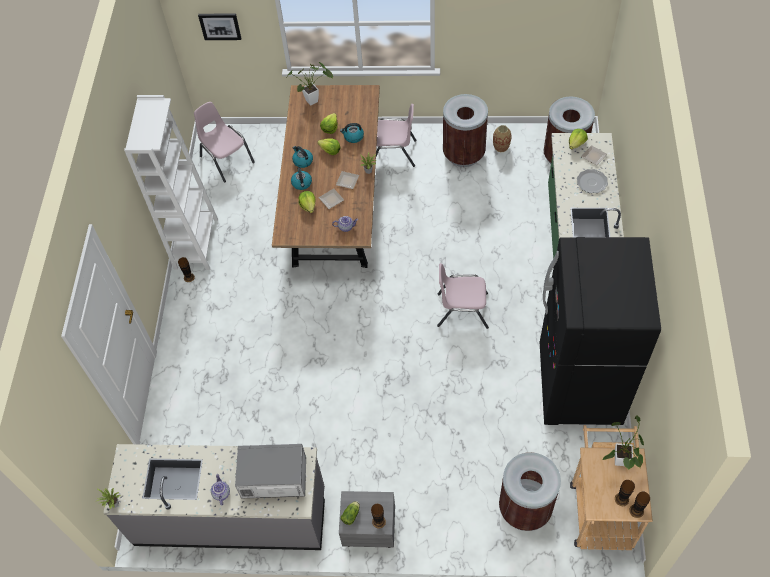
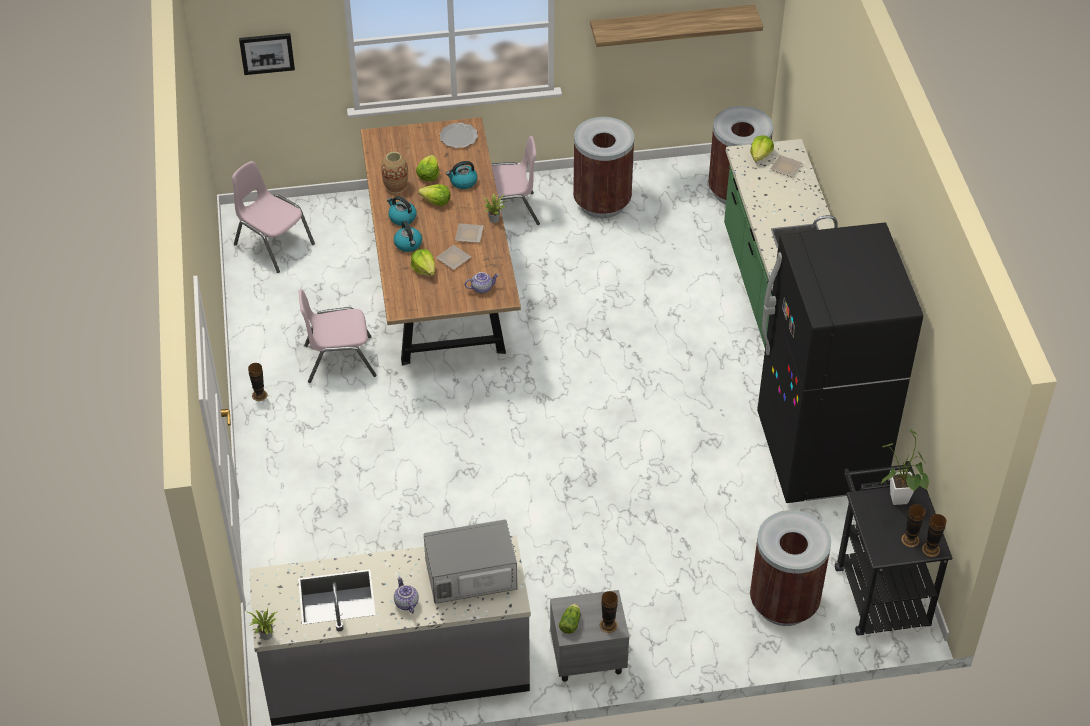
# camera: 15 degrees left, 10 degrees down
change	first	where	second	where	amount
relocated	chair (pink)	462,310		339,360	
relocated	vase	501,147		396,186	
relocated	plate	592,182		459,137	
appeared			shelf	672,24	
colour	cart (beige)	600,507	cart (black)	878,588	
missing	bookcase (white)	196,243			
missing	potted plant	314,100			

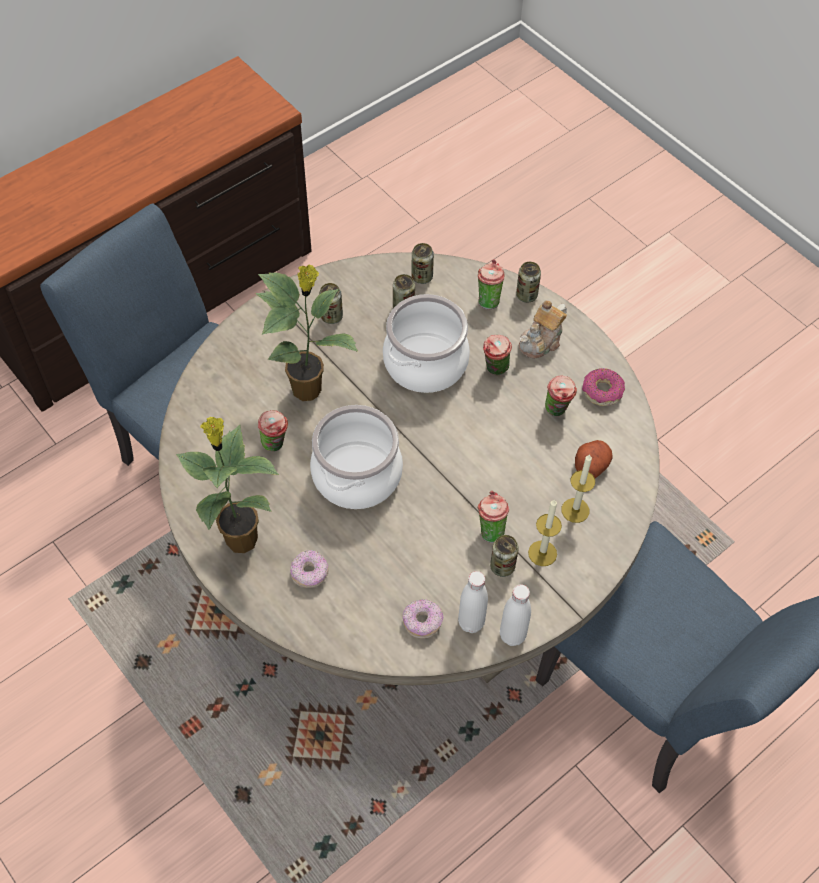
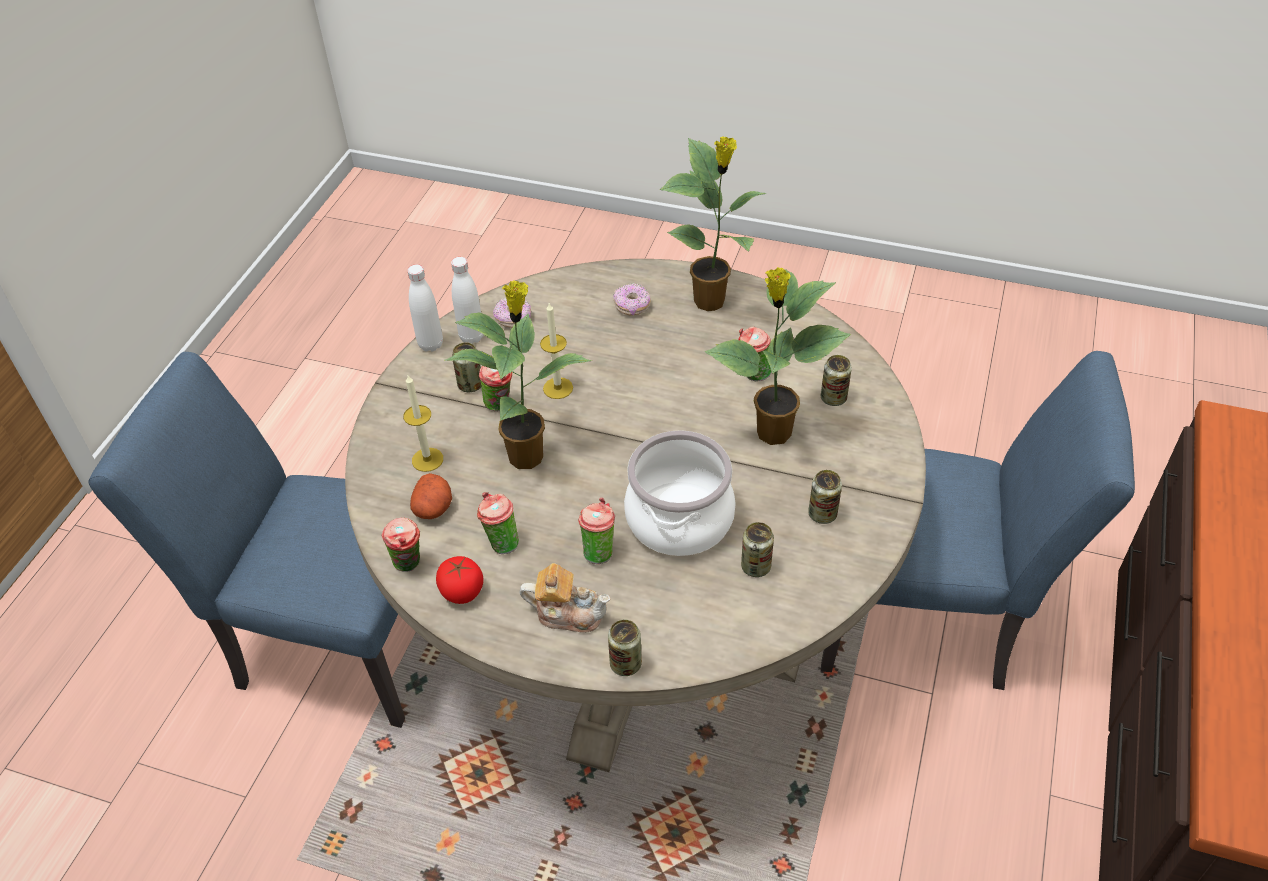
# camera: 150 degrees right, 10 degrees down
change	first	where	second	where	amount
relocated	cup	488,300		409,565	
exchanged	donut	602,391	tomato	462,591	
appeared			potted plant	528,455	
spun	teapot	541,341		568,613	90 degrees clockwise
relocated	candle	542,553		558,388	
relocated	can	422,277		833,398	
missing	cooking pot	356,474			

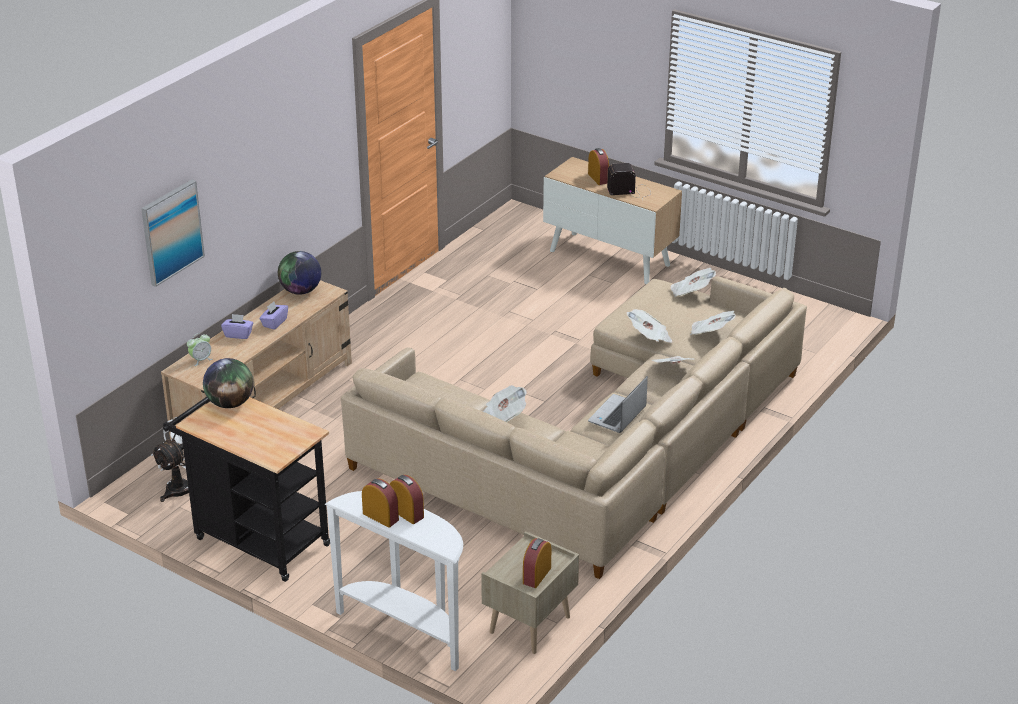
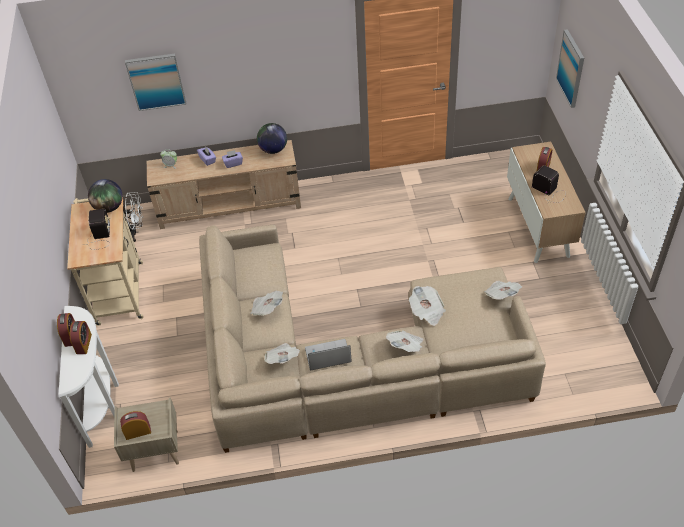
# camera: 50 degrees right, 15 degrees up
change	first	where	second	where	amount
colour	cart (black)	255,539	cart (beige)	119,289	
appeared			radio	100,236	
relocated	newspaper	710,333		283,359	
appeared			picture	571,68	

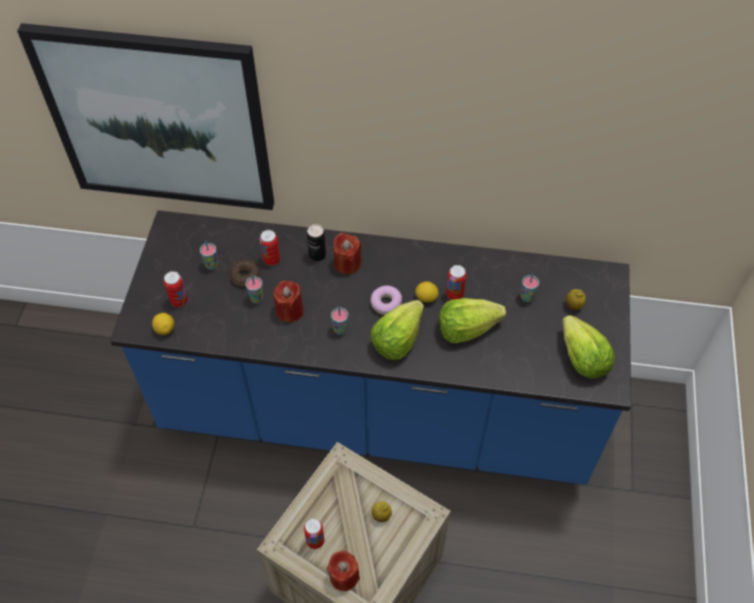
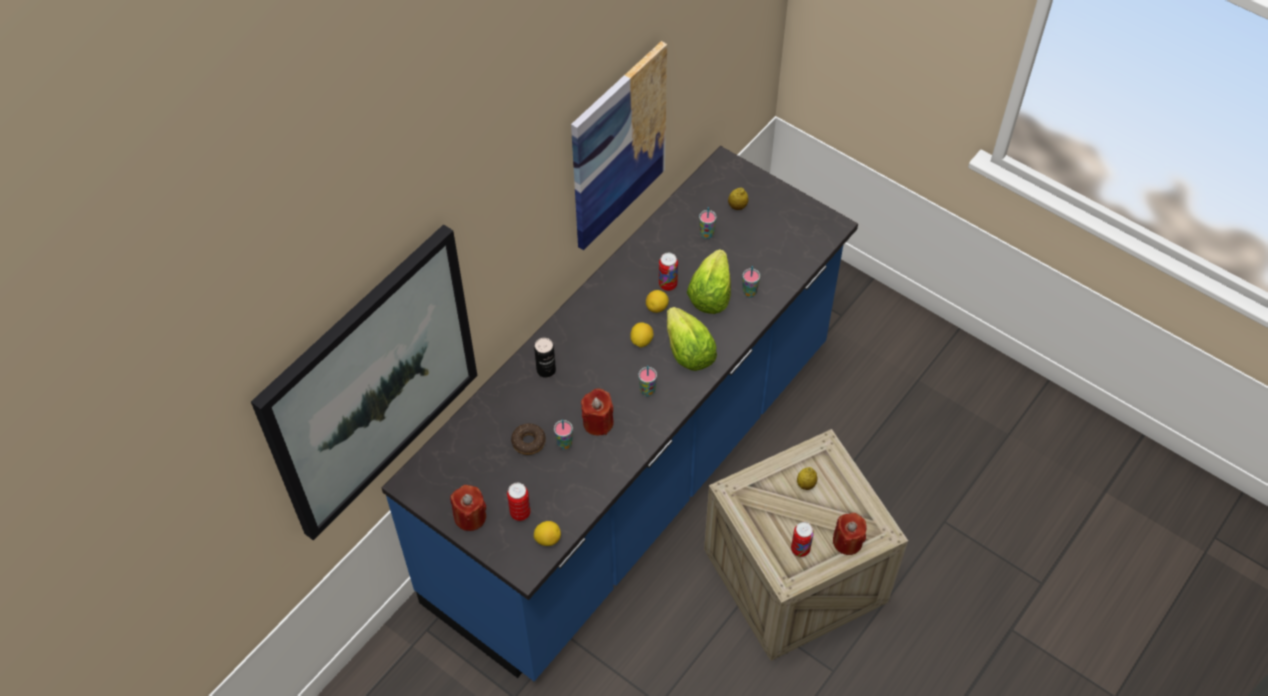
# camera: 60 degrees left, 0 degrees up
change	first	where	second	where	amount
relocated	candle (red)	347,263		470,517	
appeared			picture	618,147	
exchanged	donut	386,303	lemon	641,341	
relocated	cup	212,265		749,292	
missing	can	271,260			
missing	lettuce	582,359			

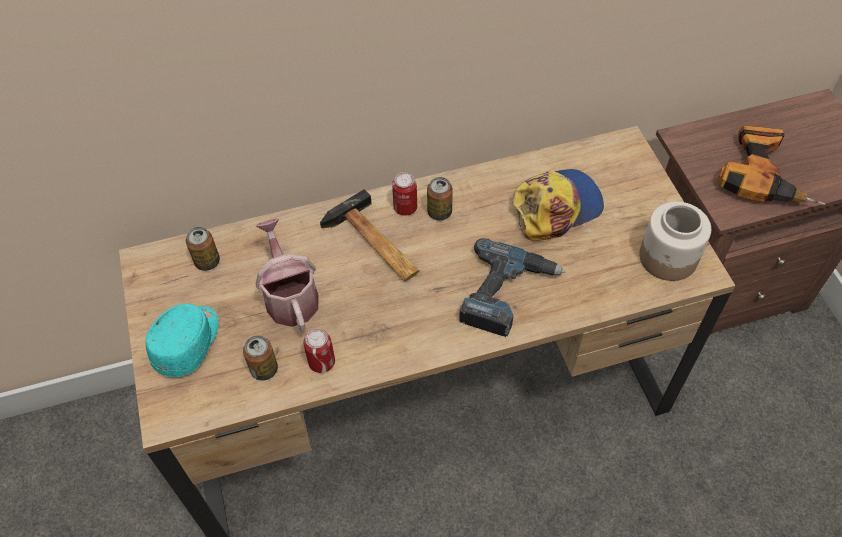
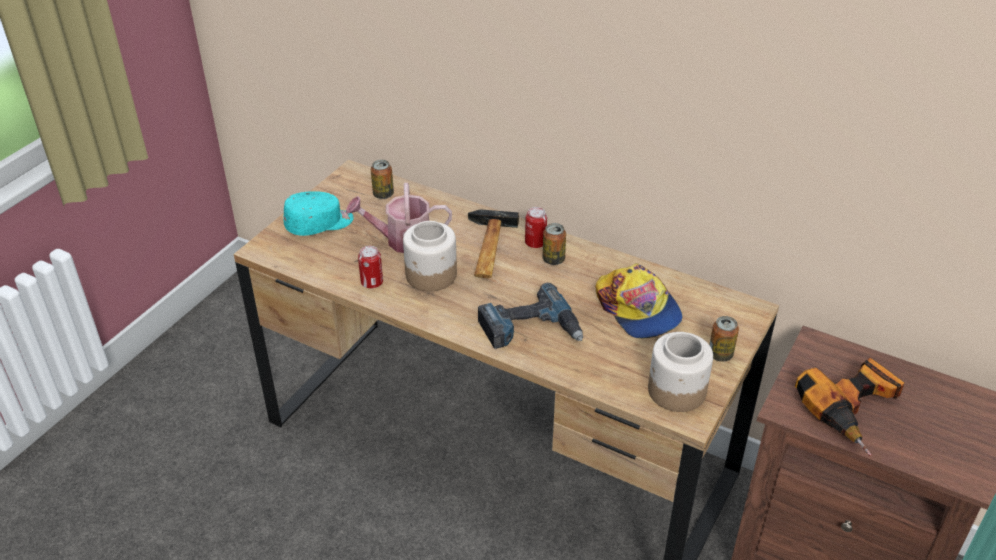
# camera: 45 degrees right, 15 degrees down
change	first	where	second	where	amount
spun	watering can	290,296		402,240	120 degrees counterclockwise
appeared			jar	431,275	
spun	cap	556,207		638,309	45 degrees clockwise
relocated	can	264,369		720,355	

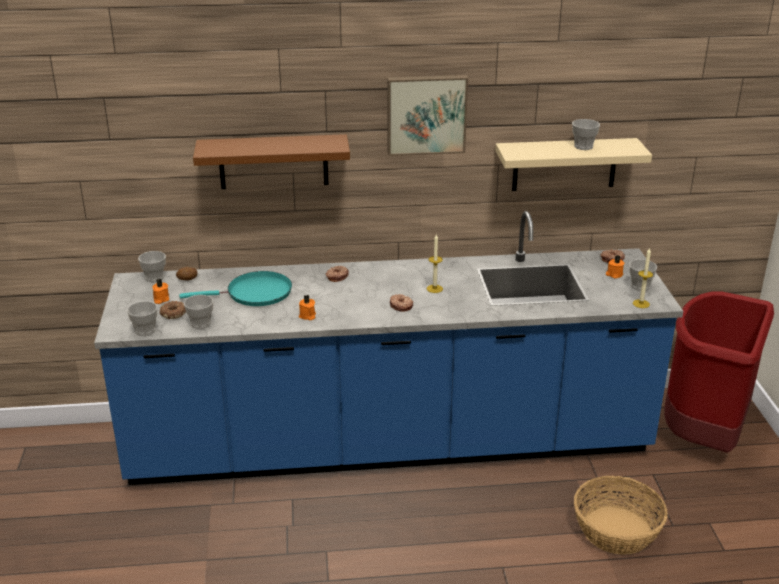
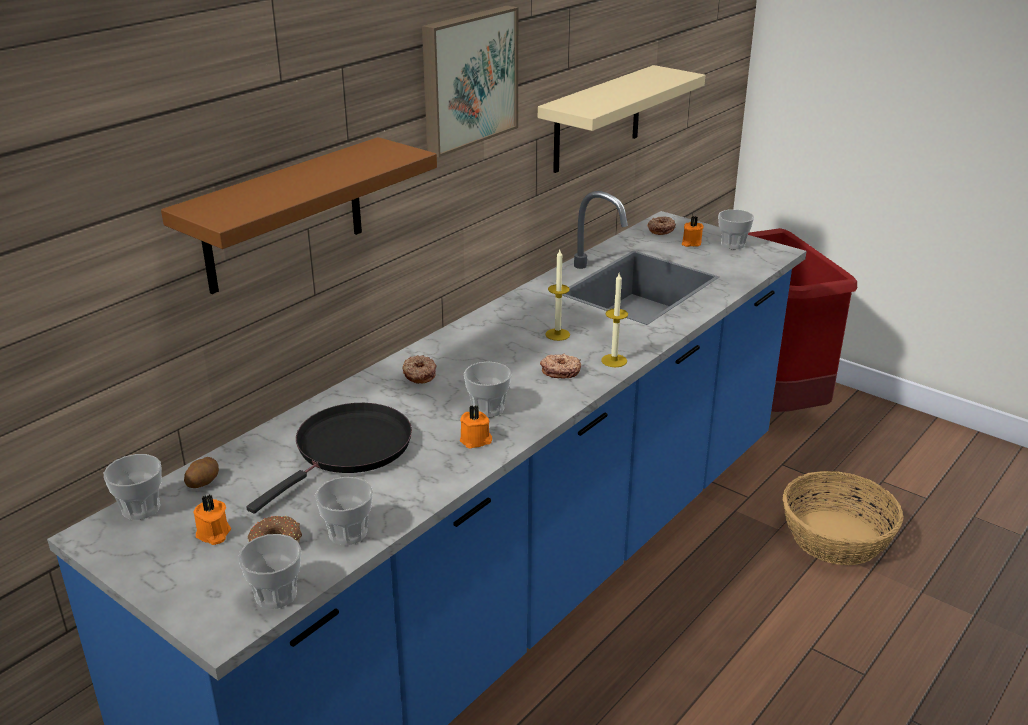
# camera: 45 degrees left, 0 degrees up
change	first	where	second	where	amount
colour	frying pan (turquoise)	255,293	frying pan (black)	349,449	
relocated	cup	583,146		488,409	
relocated	candle	641,304		614,360	

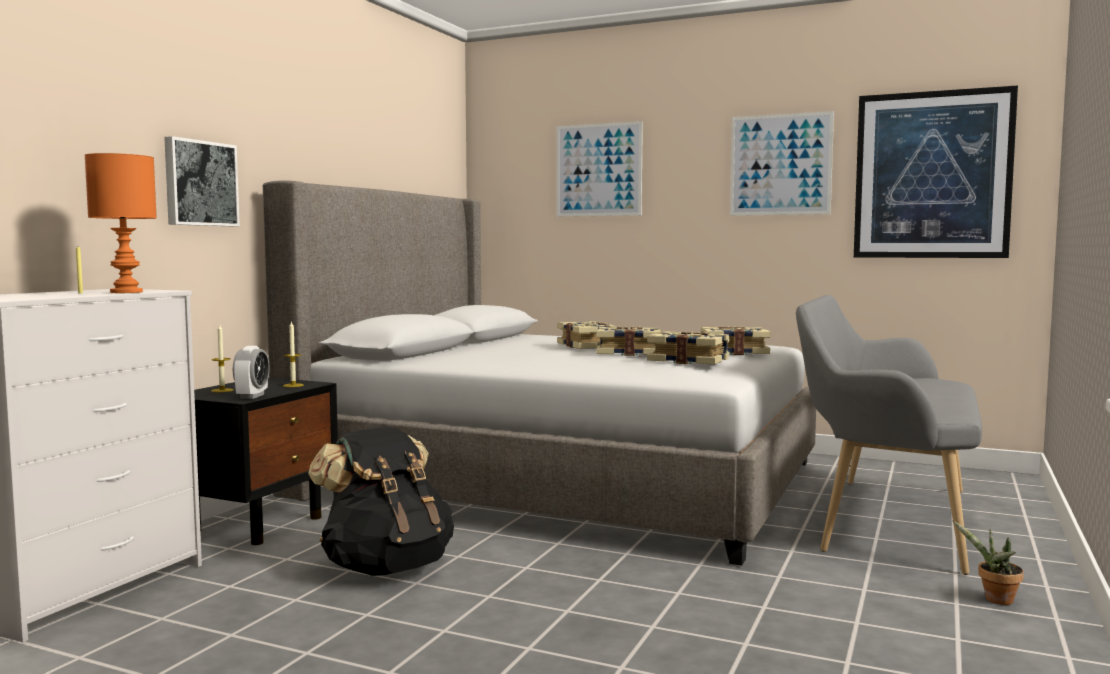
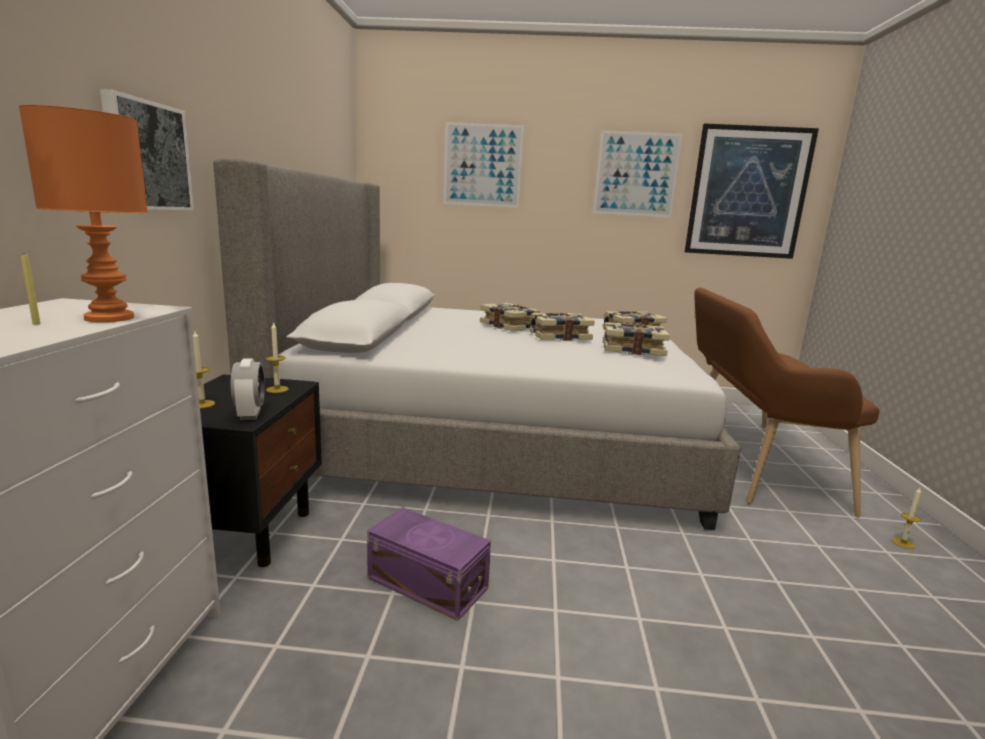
# camera: 20 degrees left, 10 degrees up
change	first	where	second	where	amount
exchanged	backpack (black)	386,567	storage box (purple)	427,581	
colour	bench (grey)	885,518	bench (brown)	749,460	
exchanged	potted plant	994,600	candle	903,543	

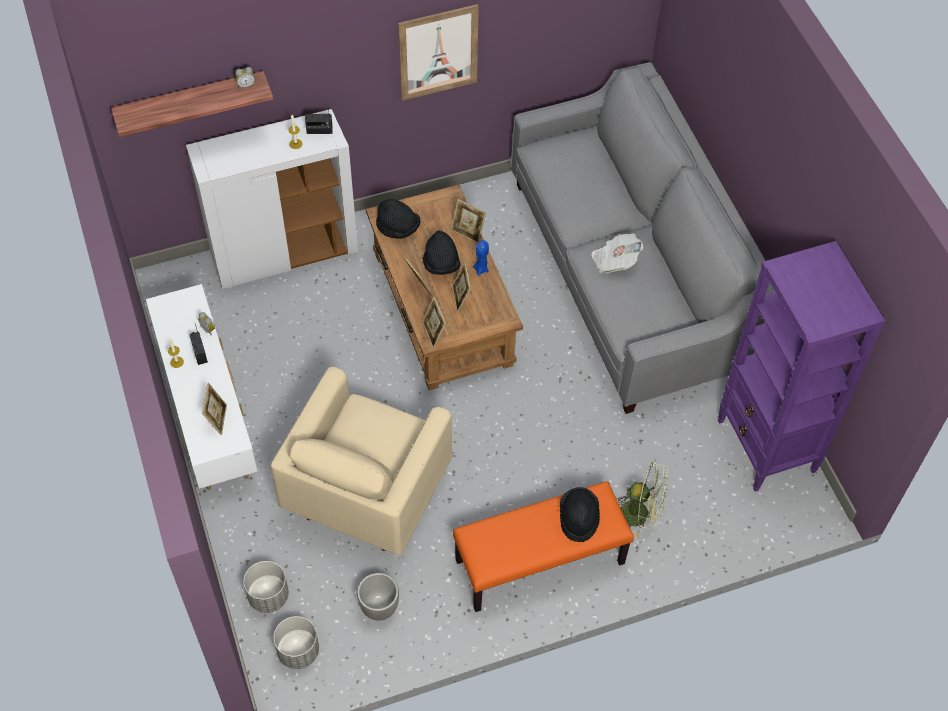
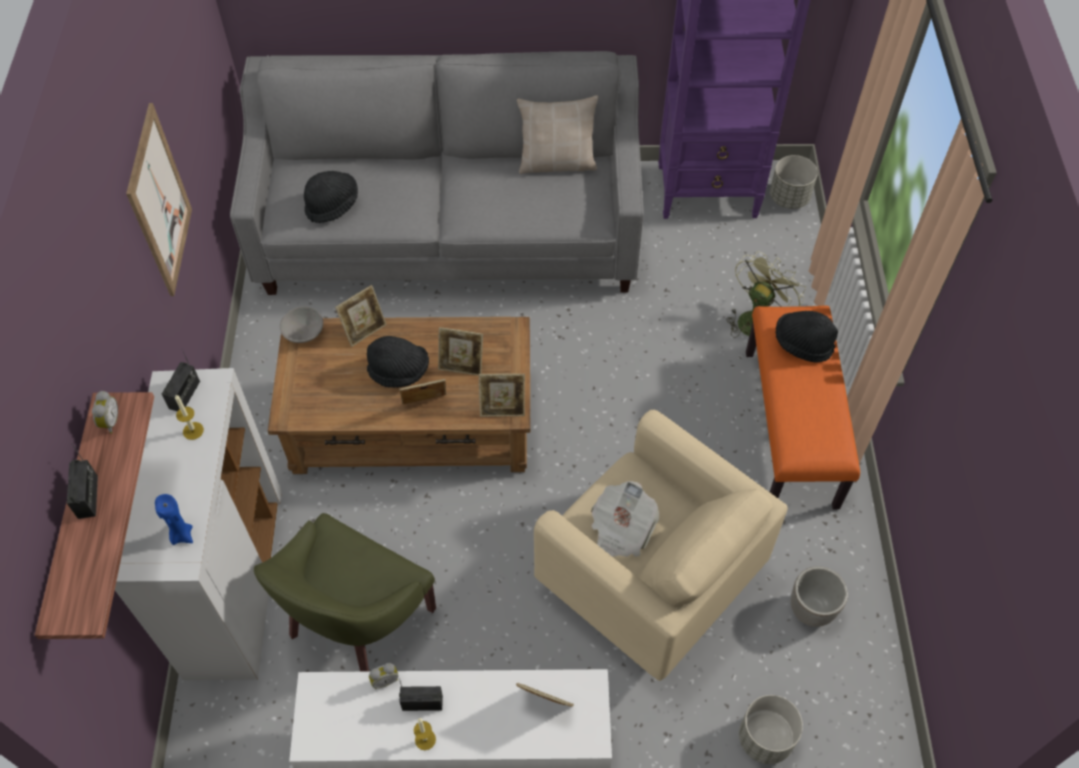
# camera: 70 degrees left, 0 degrees up
change	first	where	second	where	amount
appeared			radio	88,497	
relocated	candle (blue)	481,269		181,535	
appeared			armchair (green)	355,620	
appeared			bowl (grey)	304,332	
relocated	hat (black)	398,228		332,205	
appeared			pillow (beige)	557,162	
relocated	newspaper	615,261		621,530	
relocated	planter (grey)	298,652		789,198	

